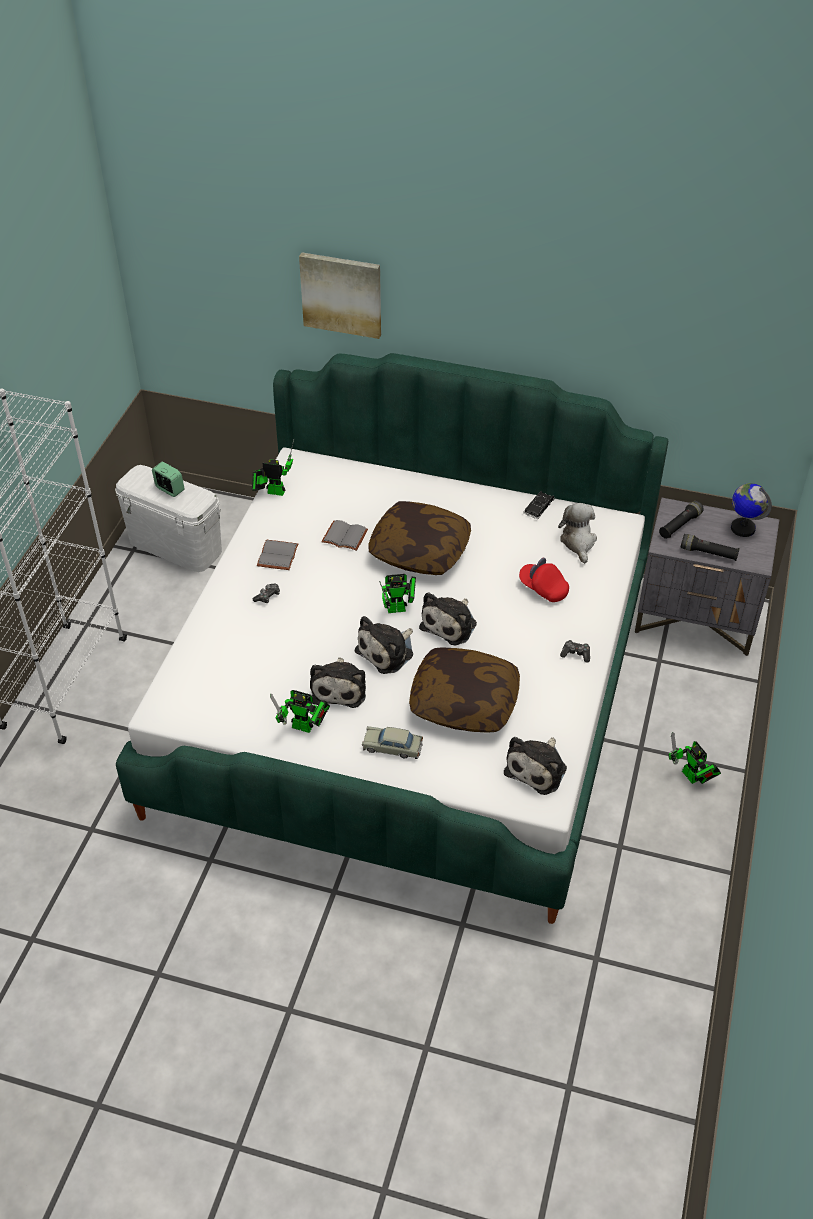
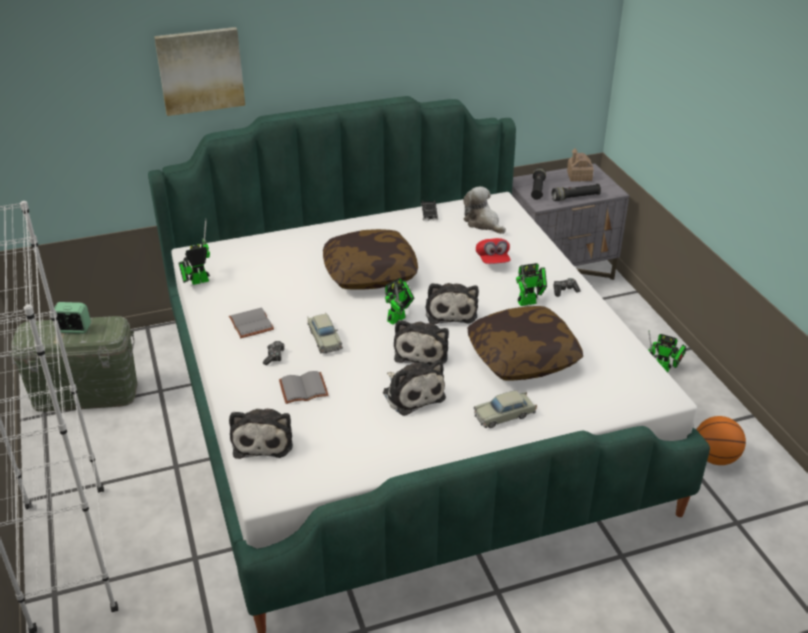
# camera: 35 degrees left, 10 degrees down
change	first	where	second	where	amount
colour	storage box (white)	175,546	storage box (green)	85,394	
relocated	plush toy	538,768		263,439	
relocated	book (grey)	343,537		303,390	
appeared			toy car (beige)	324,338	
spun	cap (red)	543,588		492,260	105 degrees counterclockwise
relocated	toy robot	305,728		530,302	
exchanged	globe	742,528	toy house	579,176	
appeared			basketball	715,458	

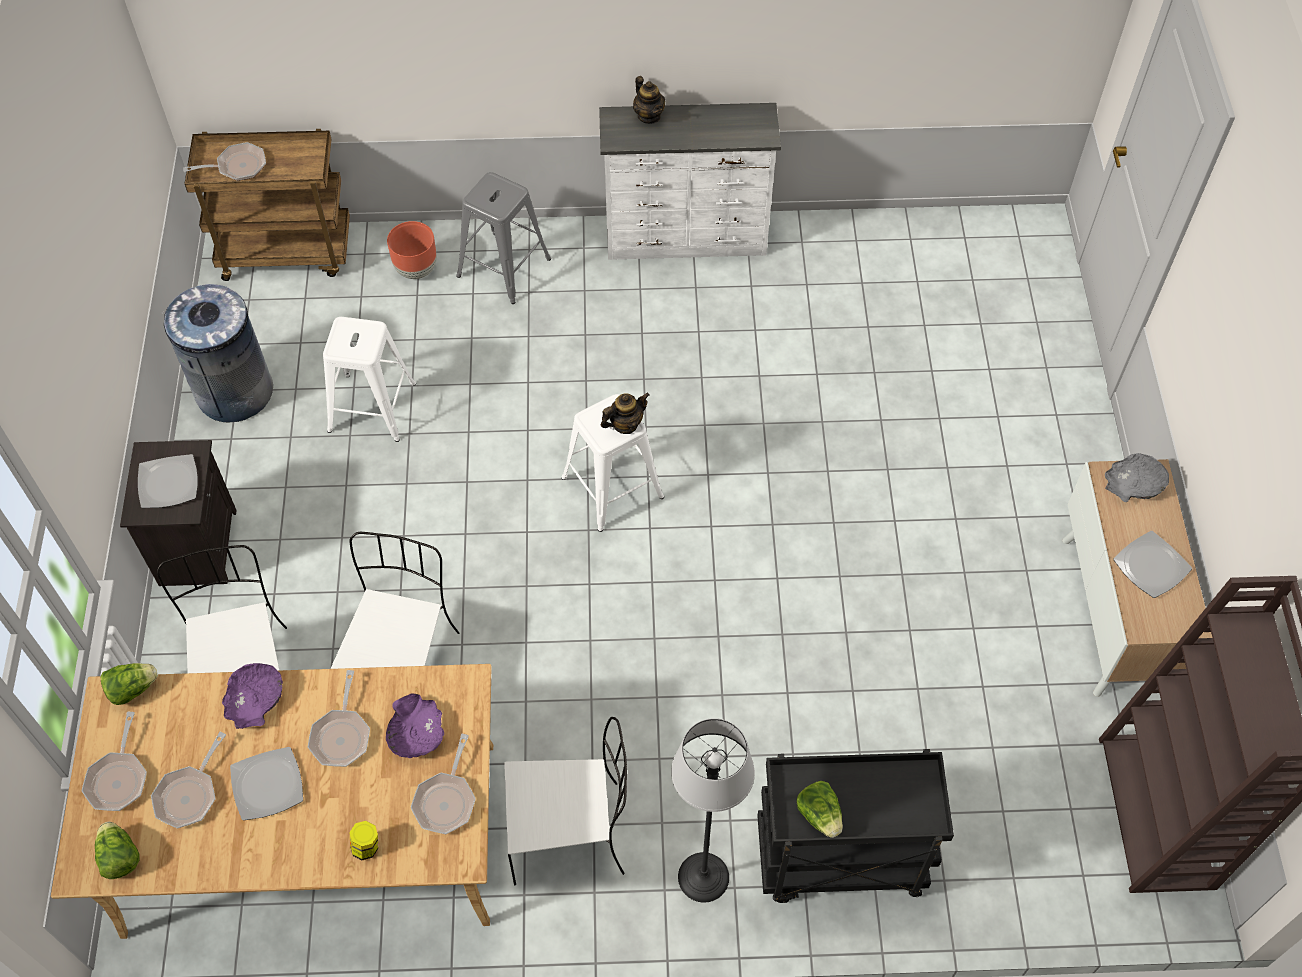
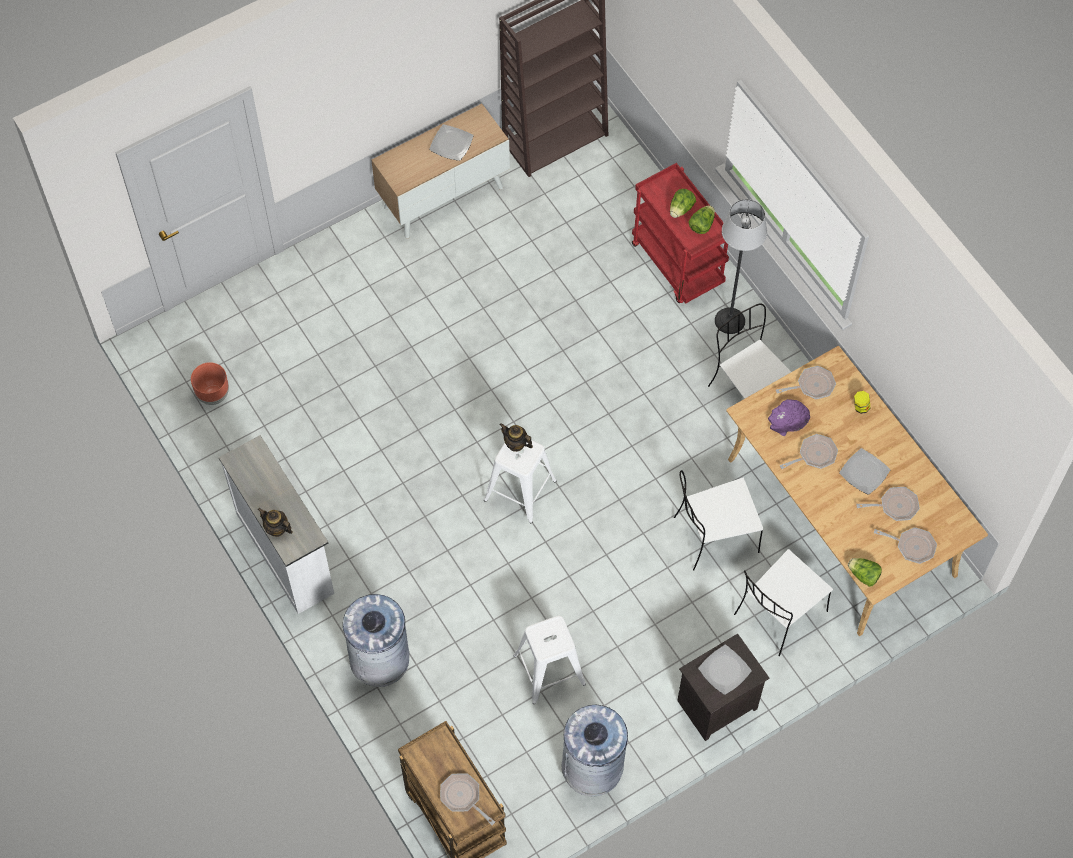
# camera: 120 degrees left, 5 degrees up
change	first	where	second	where	amount
relocated	planter (brown)	416,270		213,394	
spun	teapot	649,116		277,528	90 degrees counterclockwise
exchanged	stool (grey)	503,266	trash can (grey)	380,658	
colour	cart (black)	838,861	cart (red)	678,264	
relocated	lettuce	119,857		681,209	
spun	frying pan	118,778		912,546	45 degrees clockwise
missing	bowl (purple)	255,700			
missing	bowl (grey)	1133,484			

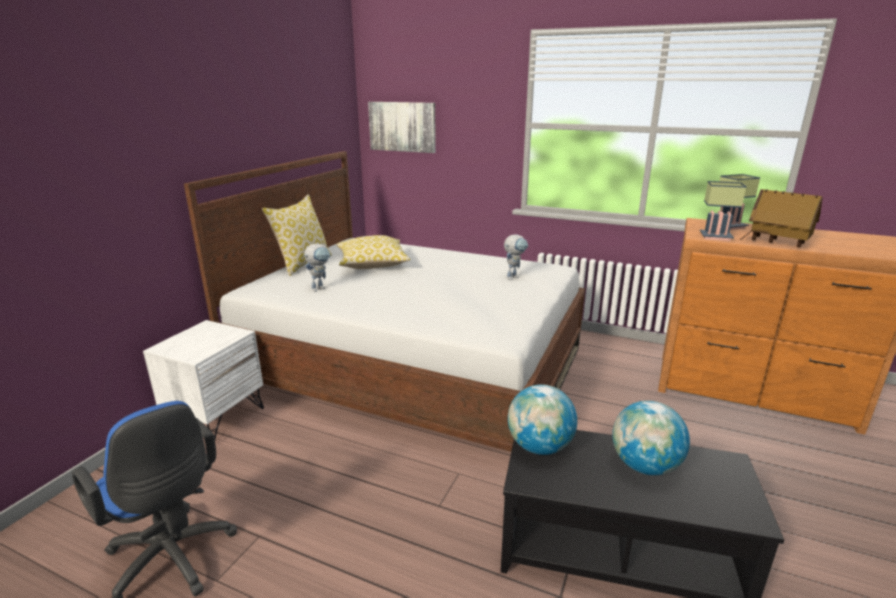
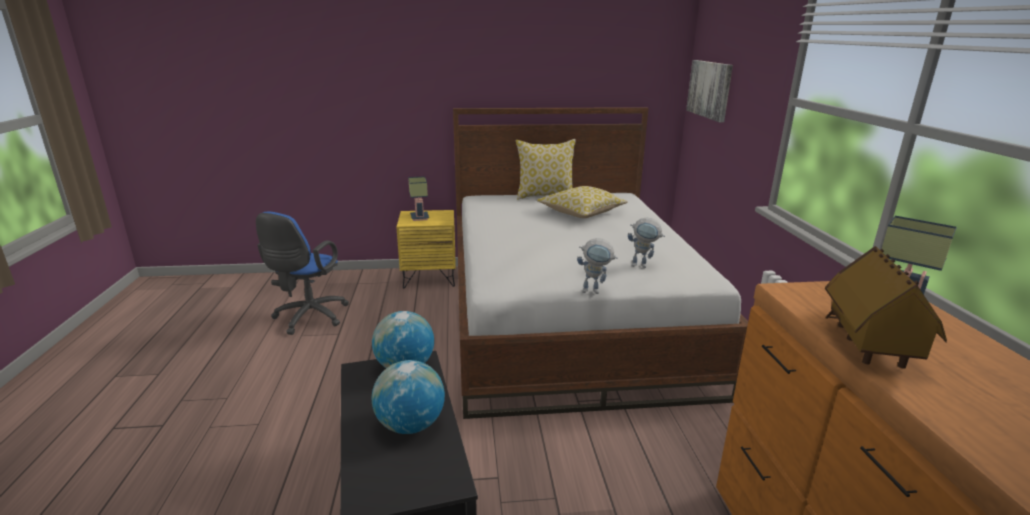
# camera: 60 degrees right, 0 degrees up
change	first	where	second	where	amount
colour	nightstand (white)	216,419	nightstand (yellow)	429,278	
relocated	table lamp	714,237		418,217	
relocated	toy robot	320,288		595,291	

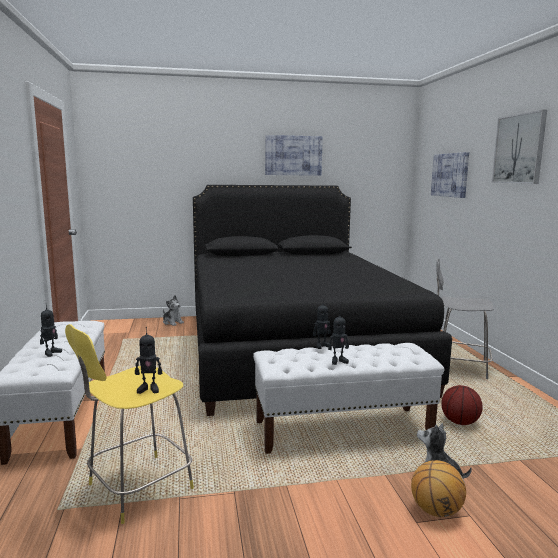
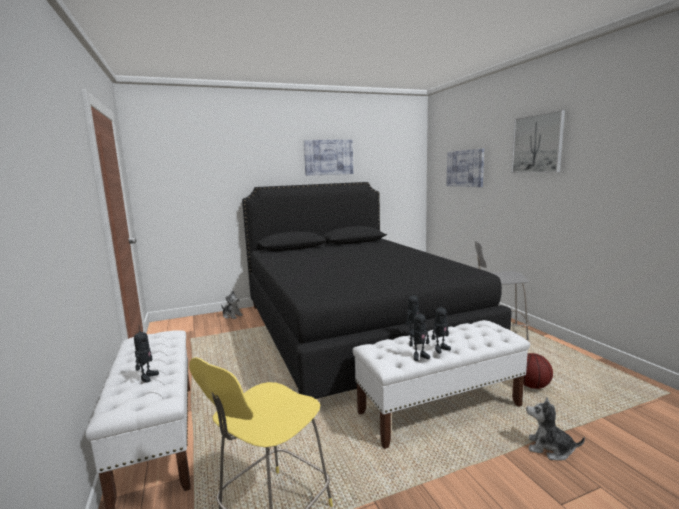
# camera: 10 degrees left, 0 degrees up
change	first	where	second	where	amount
relocated	toy robot	149,389		419,356	
missing	basketball	435,511			

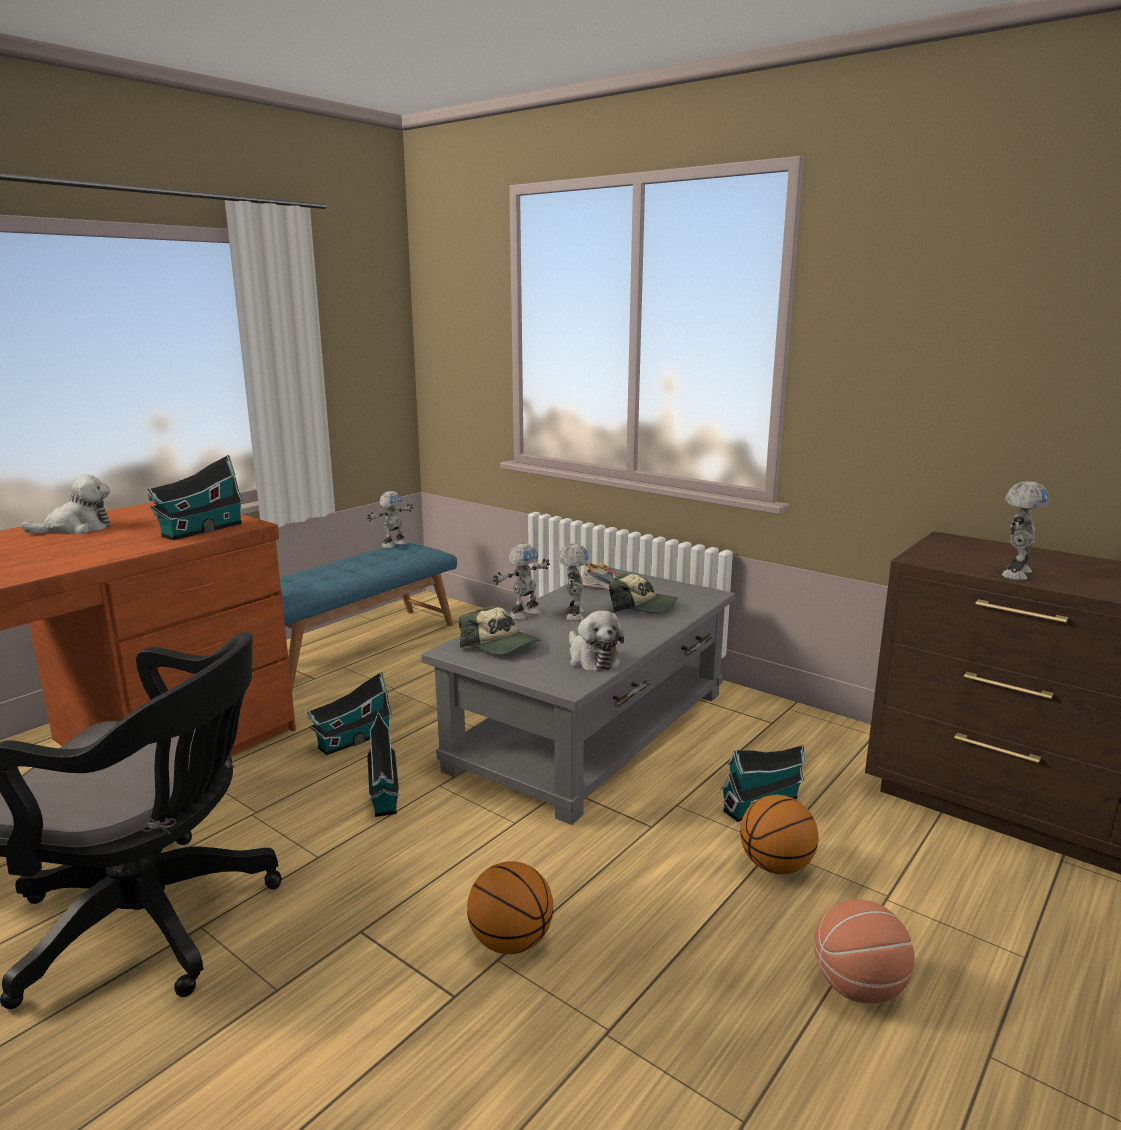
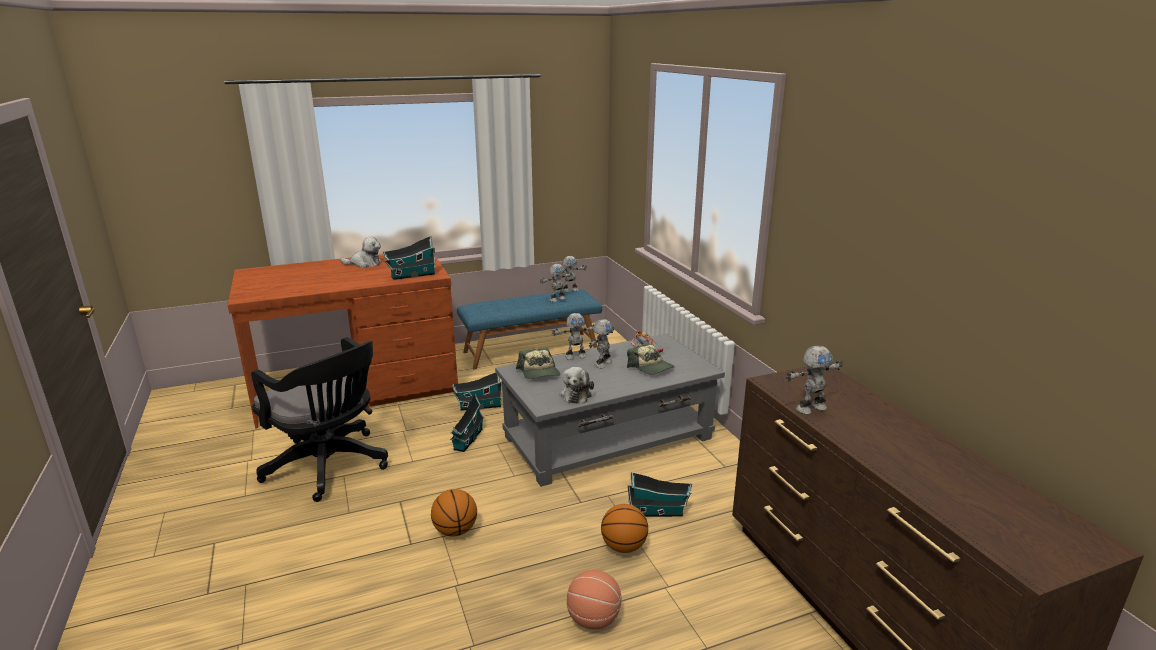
# camera: 30 degrees right, 5 degrees up
change	first	where	second	where	amount
appeared			toy robot	557,299	

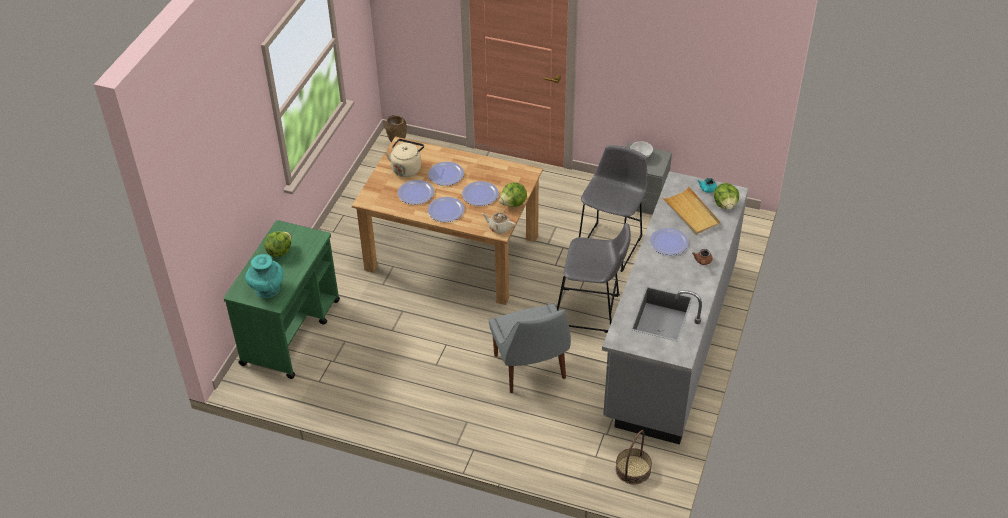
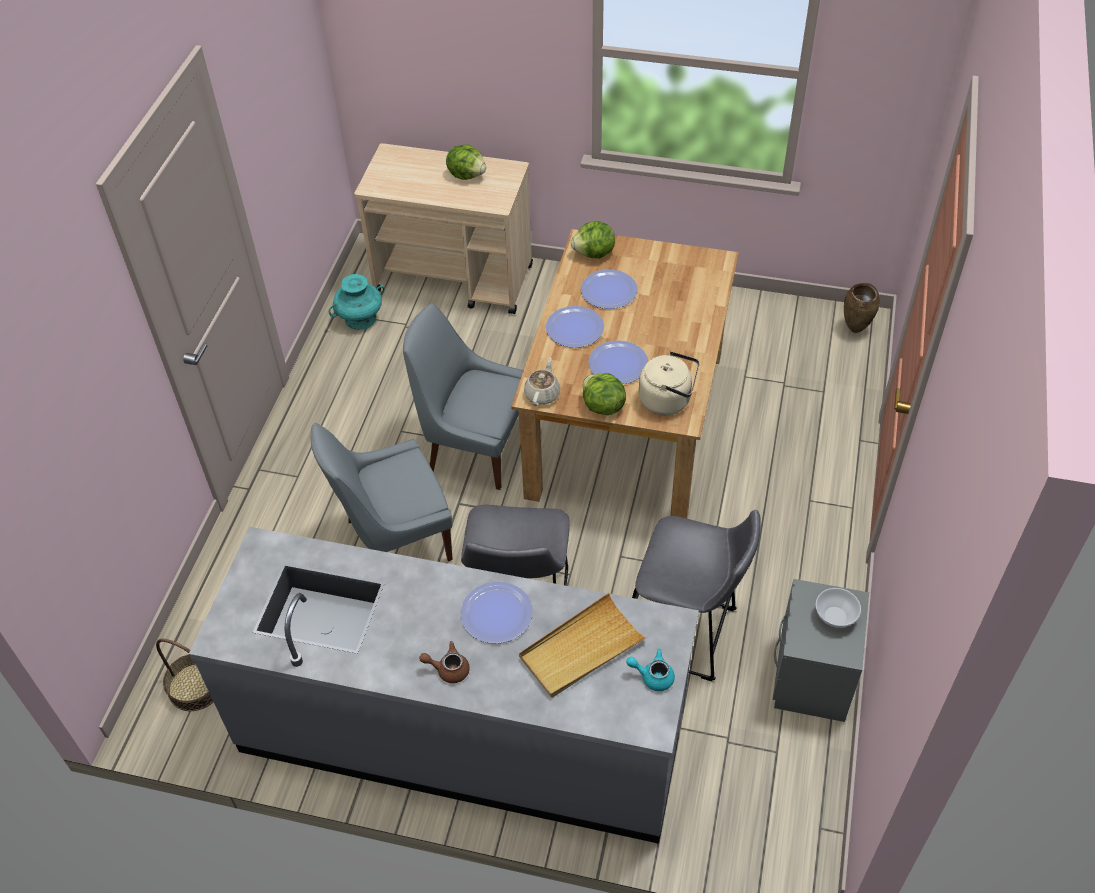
# camera: 85 degrees right, 5 degrees up
change	first	where	second	where	amount
relocated	vase (turquoise)	267,289		360,319	
colour	cart (green)	291,331	cart (beige)	455,279	
appeared			chair (grey)	474,448	
relocated	lettuce	725,205		594,254	
relocated	kettle (beige)	407,168		668,400	
missing	plate	446,174			

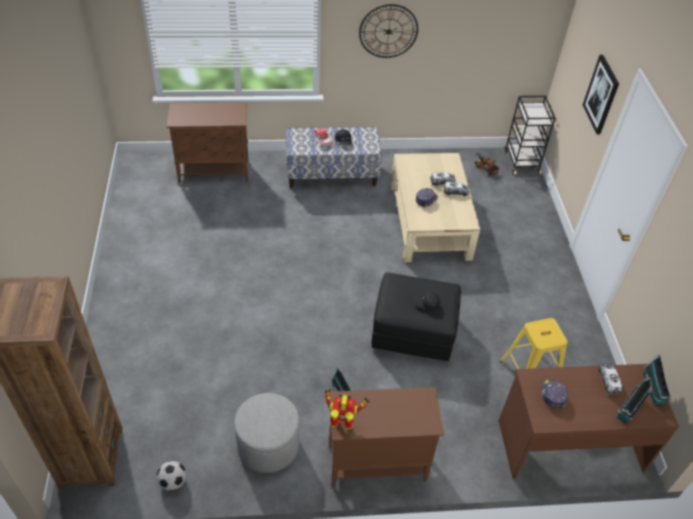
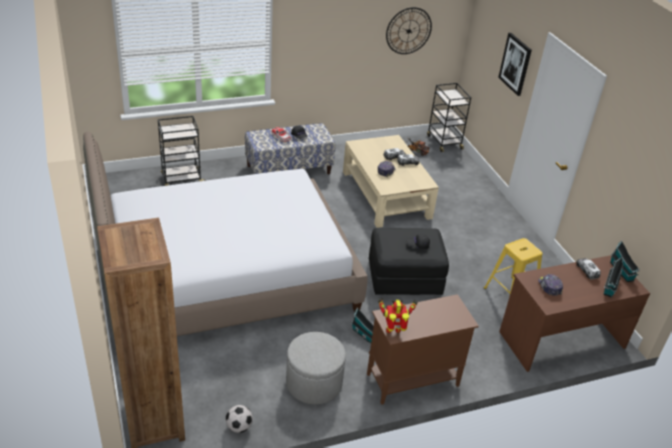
# camera: 15 degrees left, 10 degrees down
change	first	where	second	where	amount
appeared			bed	225,276	
exchanged	cabinet (brown)	214,171	cart (black)	182,179	
relocated	wall clock	388,31		408,31	

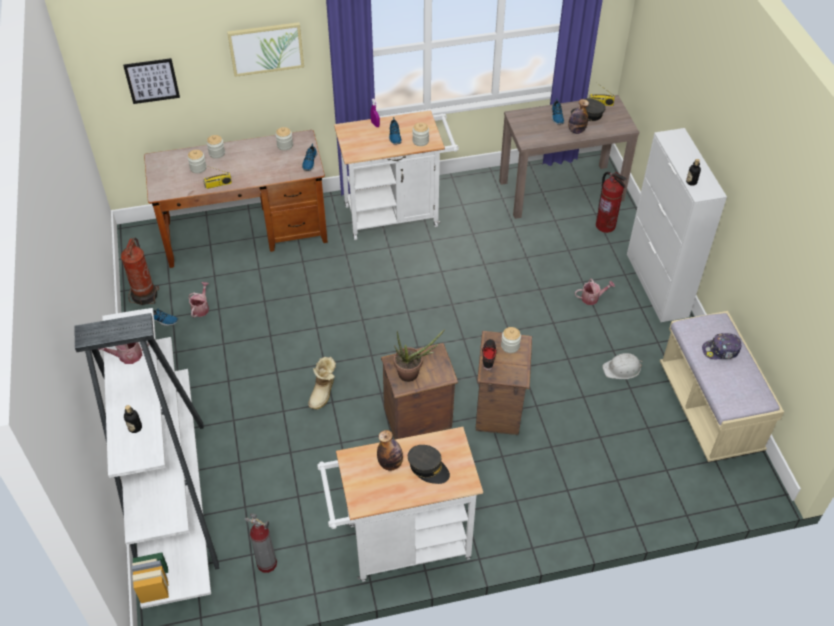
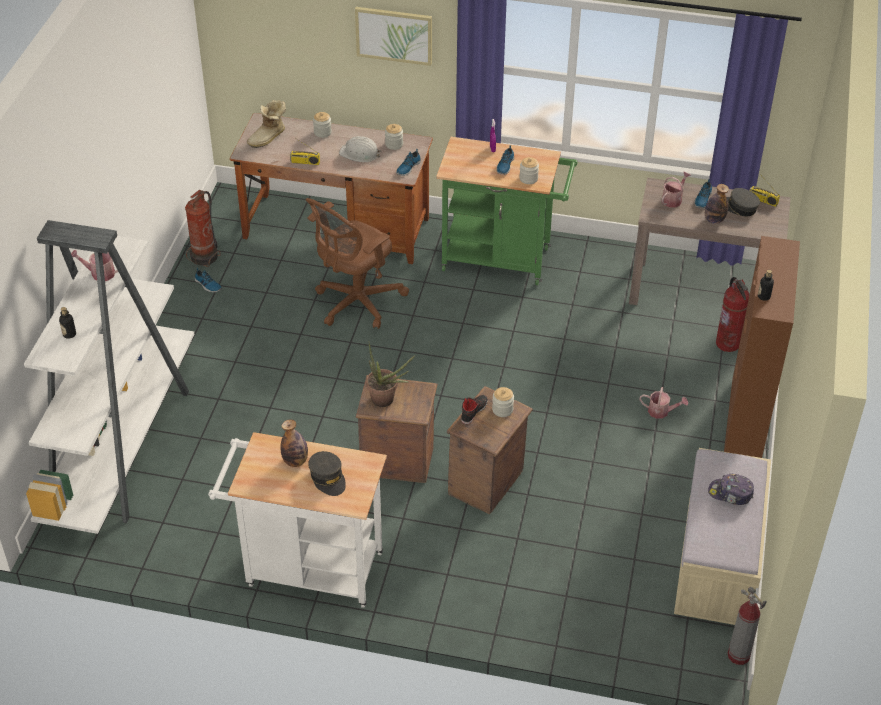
# camera: 25 degrees right, 5 degrees down
change	first	where	second	where	amount
relocated	boot	323,393		269,138	
appeared			office chair (brown)	356,303	
relocated	hard hat (white)	622,369		360,153	
colour	cart (white)	397,214	cart (green)	503,260	
relocated	watering can	201,308		673,199	
colour	cabinet (white)	657,285	cabinet (brown)	745,423	
relocated	fire extinguisher	266,563		738,655	
missing	picture	152,80			
missing	jar	198,168			

